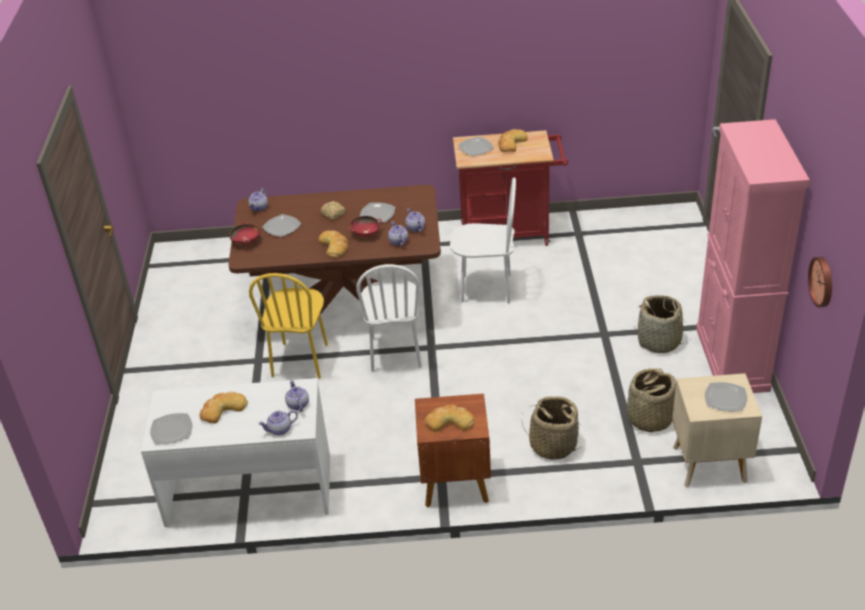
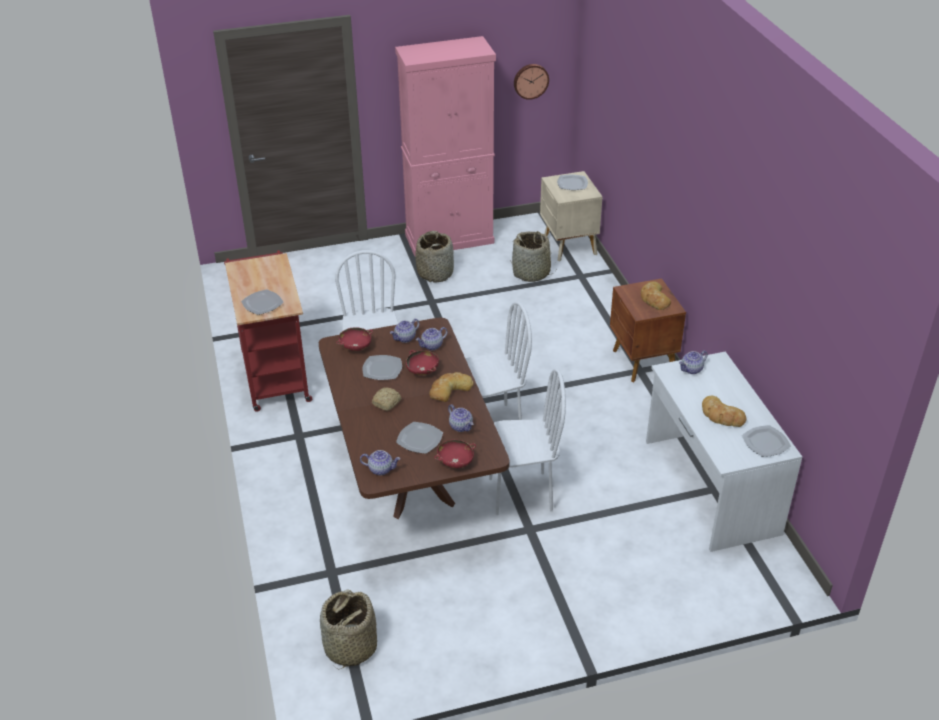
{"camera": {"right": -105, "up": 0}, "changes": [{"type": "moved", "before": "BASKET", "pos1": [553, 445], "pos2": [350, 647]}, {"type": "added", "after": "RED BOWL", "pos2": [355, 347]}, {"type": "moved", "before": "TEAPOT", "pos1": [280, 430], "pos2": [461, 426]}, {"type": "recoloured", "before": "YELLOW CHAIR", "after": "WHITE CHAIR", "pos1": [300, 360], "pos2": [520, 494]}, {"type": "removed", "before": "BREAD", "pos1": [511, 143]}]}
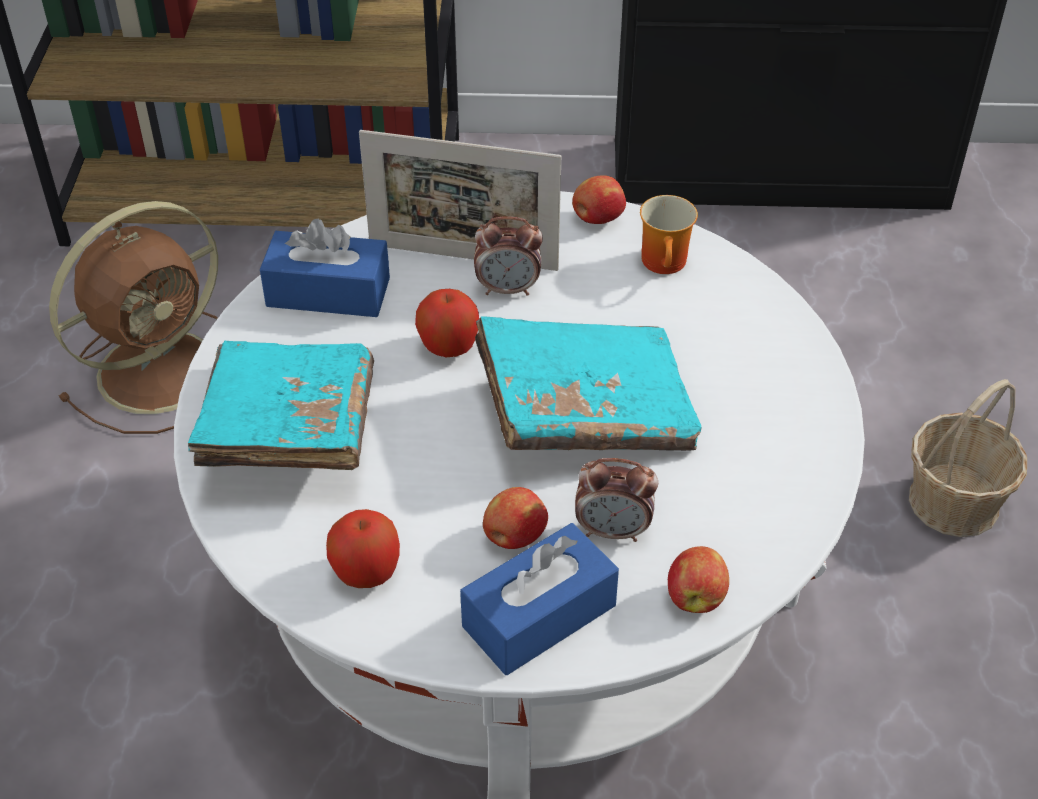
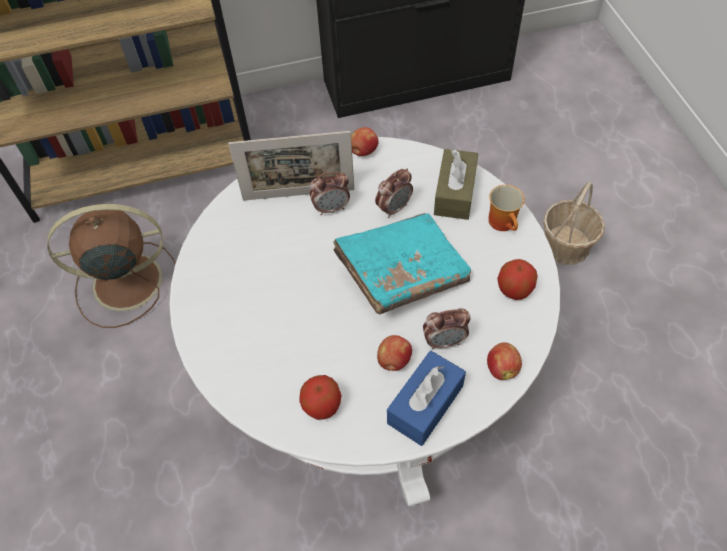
{"camera": {"right": -15, "up": 10}, "changes": [{"type": "turned", "before": "BROWN FAN", "pos1": [162, 369], "pos2": [124, 283], "turn": -135}, {"type": "added", "after": "ALARM CLOCK", "pos2": [394, 208]}, {"type": "added", "after": "BROWN TISSUE BOX", "pos2": [455, 193]}, {"type": "moved", "before": "MUG", "pos1": [667, 264], "pos2": [505, 223]}, {"type": "moved", "before": "APPLE", "pos1": [449, 346], "pos2": [514, 290]}, {"type": "removed", "before": "TURQUOISE BOOK", "pos1": [289, 430]}, {"type": "removed", "before": "BLUE TISSUE BOX", "pos1": [328, 292]}]}
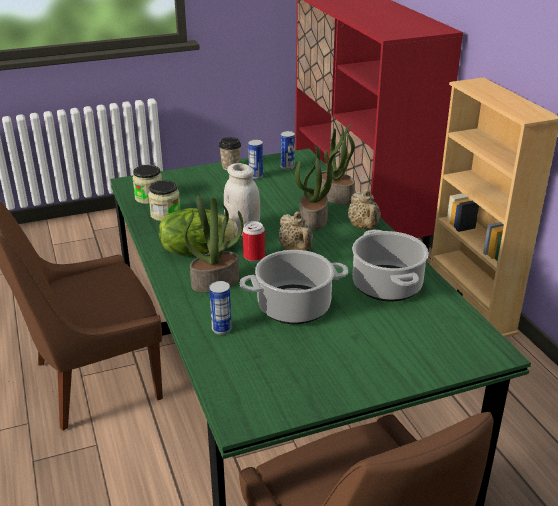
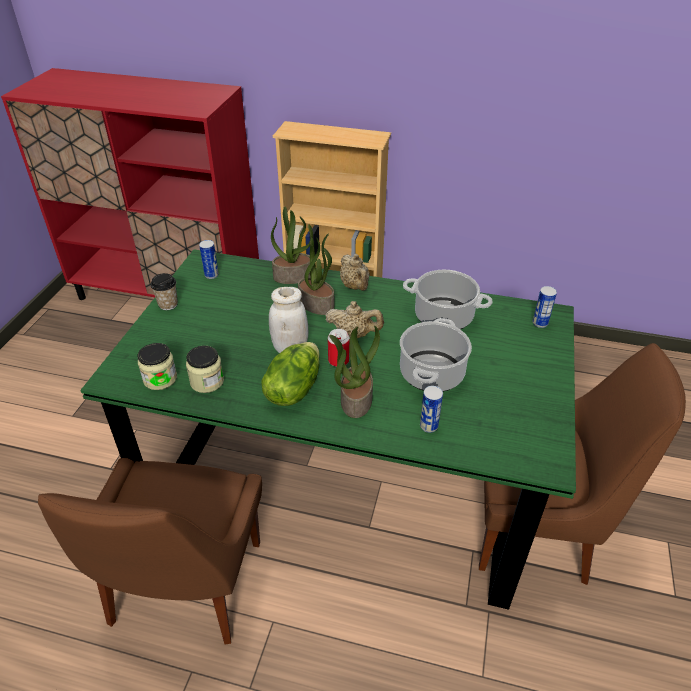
{"camera": {"right": -55, "up": 10}, "changes": [{"type": "turned", "before": "BEIGE TEAPOT", "pos1": [364, 227], "pos2": [355, 287], "turn": 45}, {"type": "moved", "before": "CAN", "pos1": [256, 176], "pos2": [540, 323]}]}
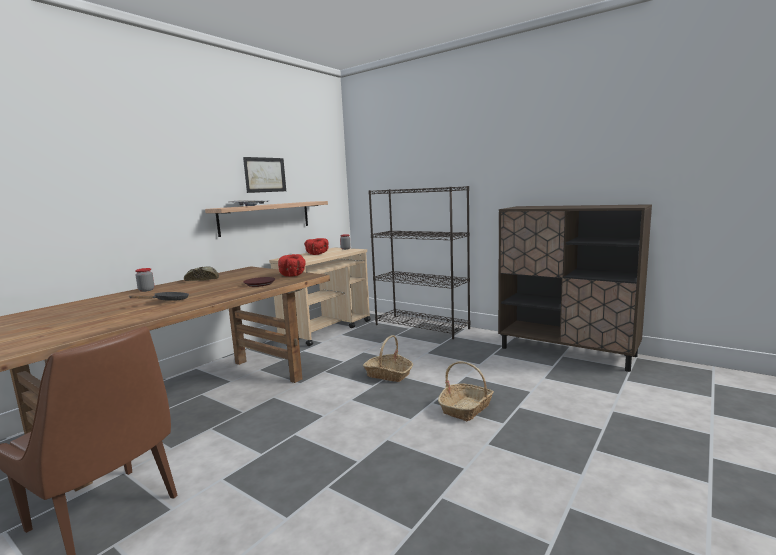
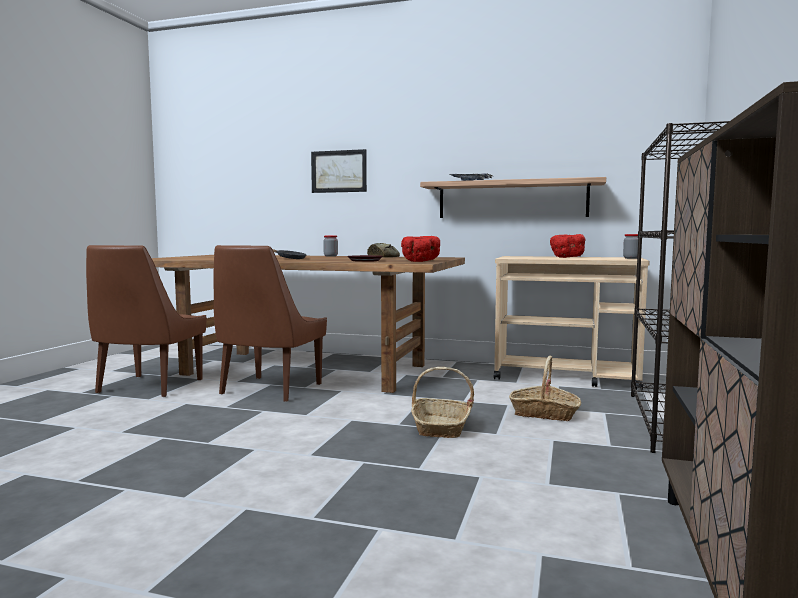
{"camera": {"right": 70, "up": -5}, "changes": [{"type": "added", "after": "BROWN CHAIR", "pos2": [269, 390]}, {"type": "moved", "before": "PICTURE", "pos1": [265, 175], "pos2": [338, 171]}, {"type": "moved", "before": "BASKET", "pos1": [466, 408], "pos2": [544, 413]}]}
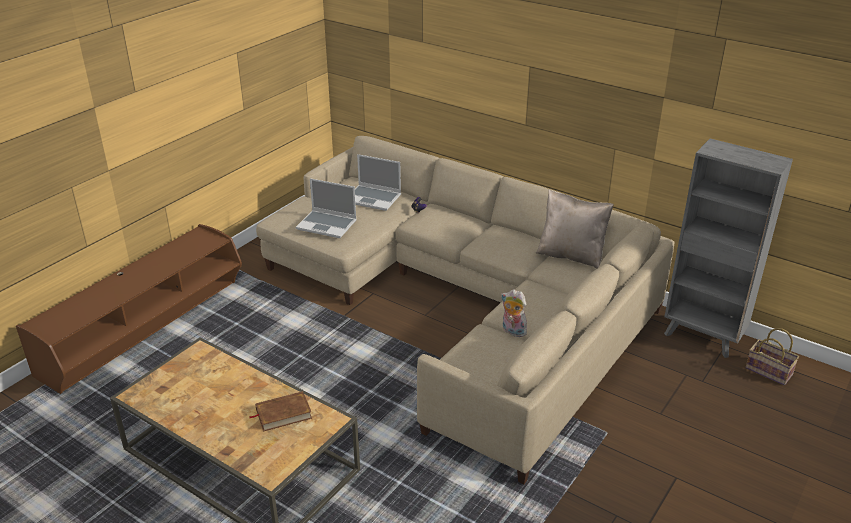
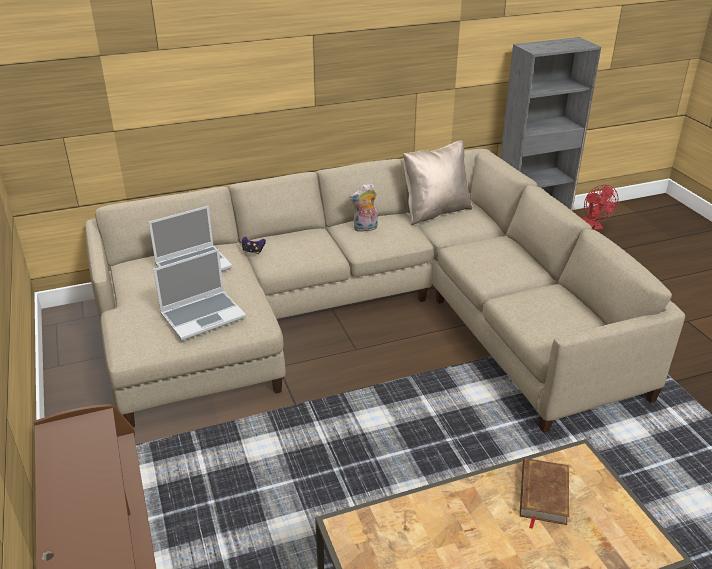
{"camera": {"right": -55, "up": 0}, "changes": [{"type": "moved", "before": "PLUSH TOY", "pos1": [512, 331], "pos2": [365, 228]}, {"type": "replaced", "before": "BASKET", "after": "RED FAN", "pos1": [770, 371], "pos2": [594, 227]}]}
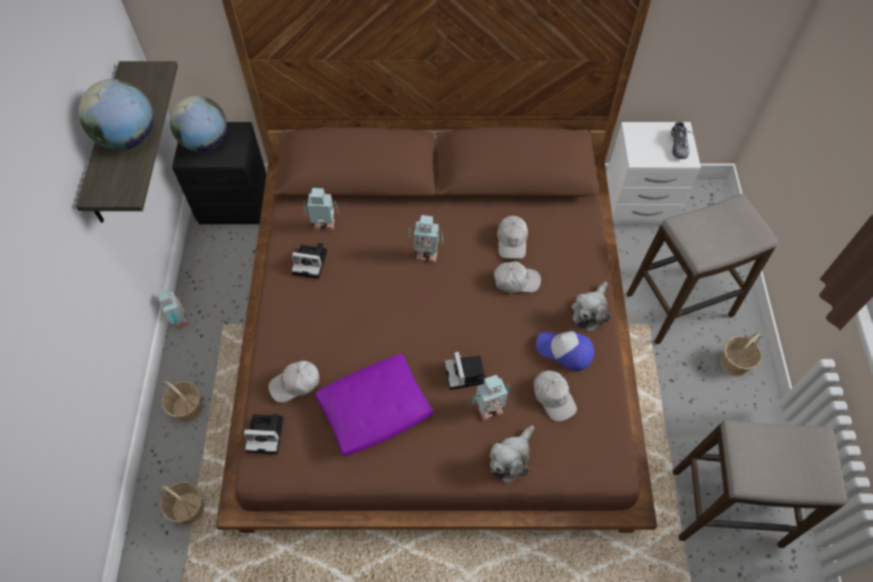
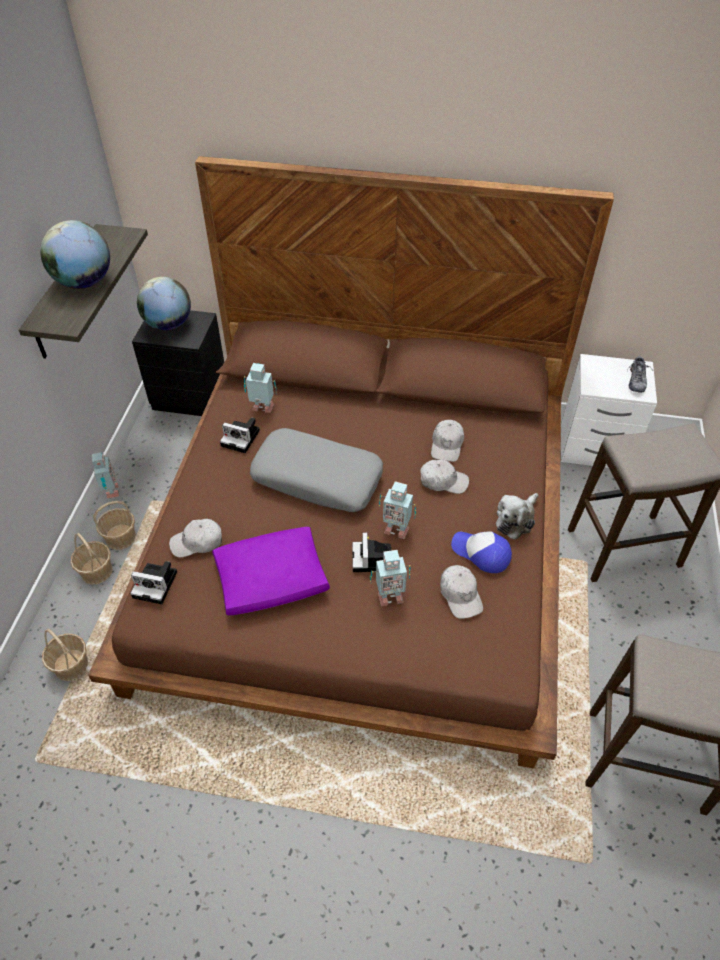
{"camera": {"right": 10, "up": -10}, "changes": [{"type": "moved", "before": "BASKET", "pos1": [735, 363], "pos2": [121, 537]}, {"type": "added", "after": "GREY PILLOW", "pos2": [318, 478]}, {"type": "moved", "before": "TOY ROBOT", "pos1": [426, 254], "pos2": [396, 529]}, {"type": "removed", "before": "PLUSH TOY", "pos1": [511, 458]}]}
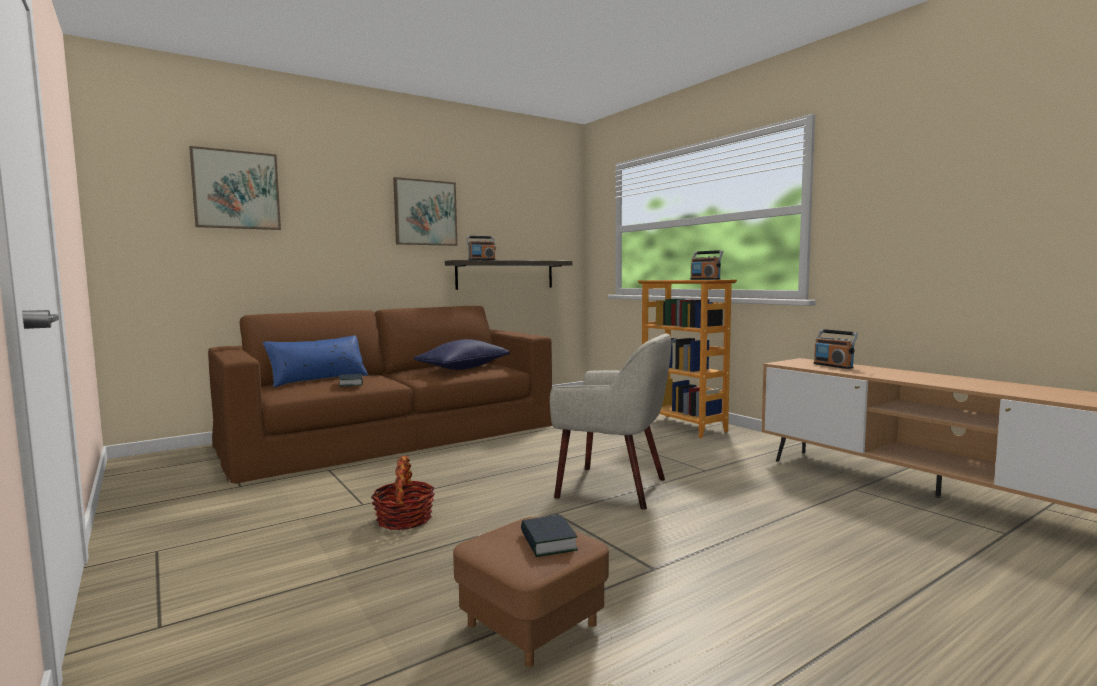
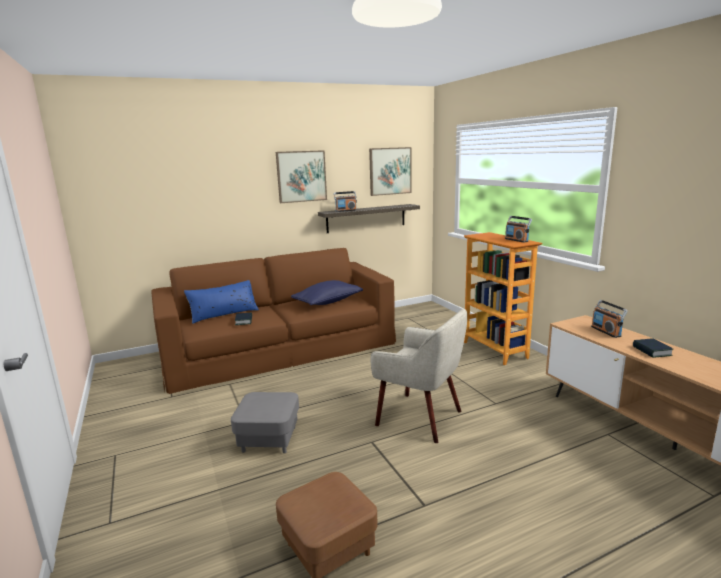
{"camera": {"right": 10, "up": 10}, "changes": [{"type": "replaced", "before": "BASKET", "after": "GREY OTTOMAN", "pos1": [404, 519], "pos2": [269, 439]}, {"type": "moved", "before": "PICTURE", "pos1": [236, 190], "pos2": [390, 171]}, {"type": "moved", "before": "BOOK", "pos1": [548, 542], "pos2": [652, 351]}]}
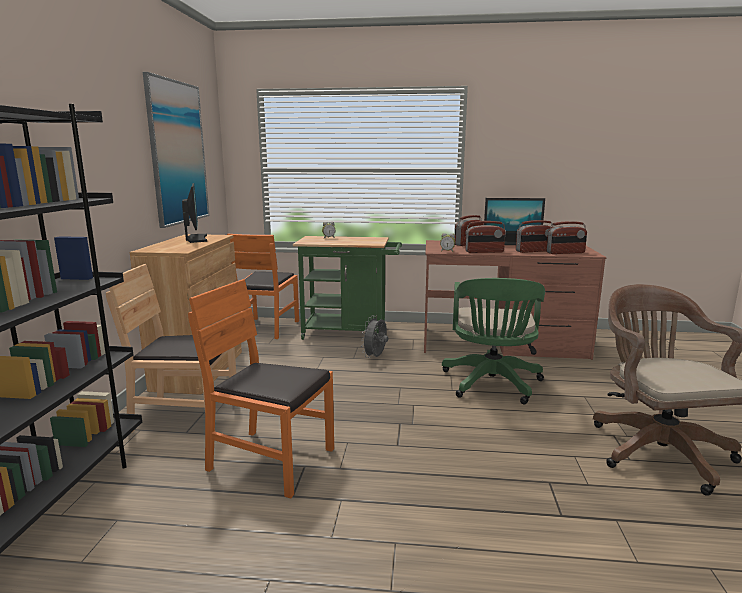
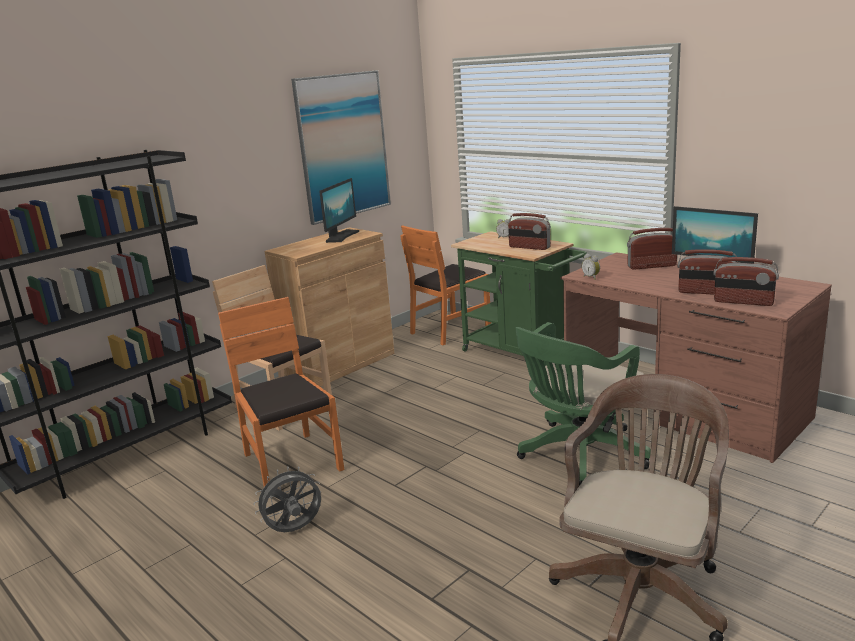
{"camera": {"right": 40, "up": 5}, "changes": [{"type": "moved", "before": "GREY FAN", "pos1": [375, 357], "pos2": [294, 530]}, {"type": "moved", "before": "RADIO", "pos1": [484, 252], "pos2": [529, 247]}]}
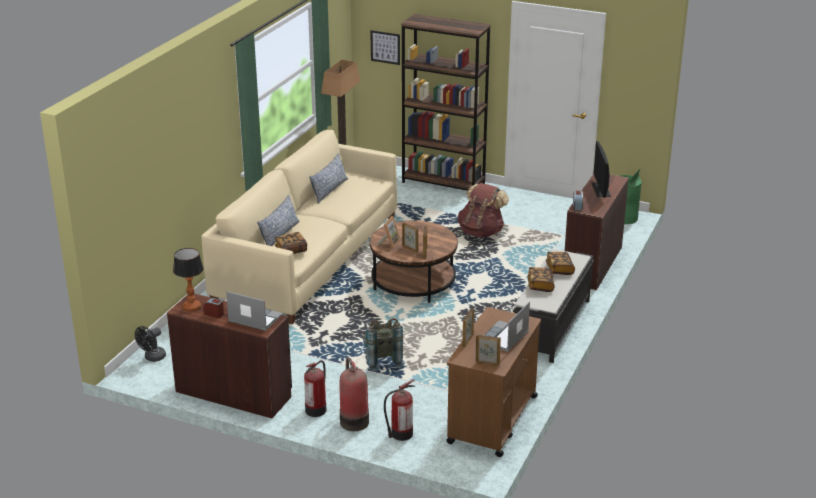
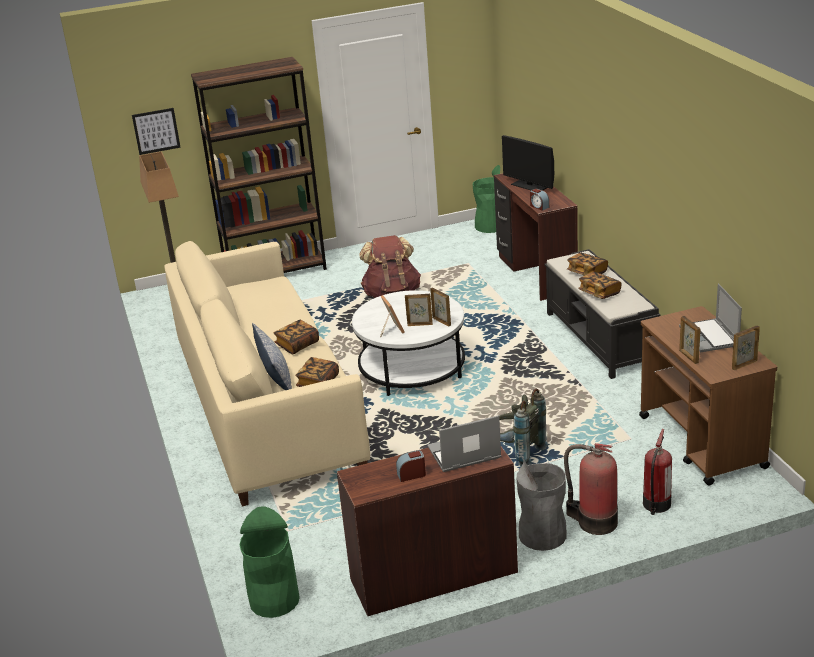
{"camera": {"right": -40, "up": 0}, "changes": [{"type": "replaced", "before": "BLACK FAN", "after": "GREEN TRASH CAN", "pos1": [152, 358], "pos2": [274, 600]}, {"type": "added", "after": "BOOK", "pos2": [297, 345]}, {"type": "recoloured", "before": "BROWN COFFEE TABLE", "after": "WHITE COFFEE TABLE", "pos1": [413, 282], "pos2": [412, 369]}, {"type": "replaced", "before": "FIRE EXTINGUISHER", "after": "GREY TRASH CAN", "pos1": [316, 409], "pos2": [542, 535]}, {"type": "removed", "before": "TABLE LAMP", "pos1": [192, 307]}, {"type": "removed", "before": "PILLOW", "pos1": [329, 190]}]}
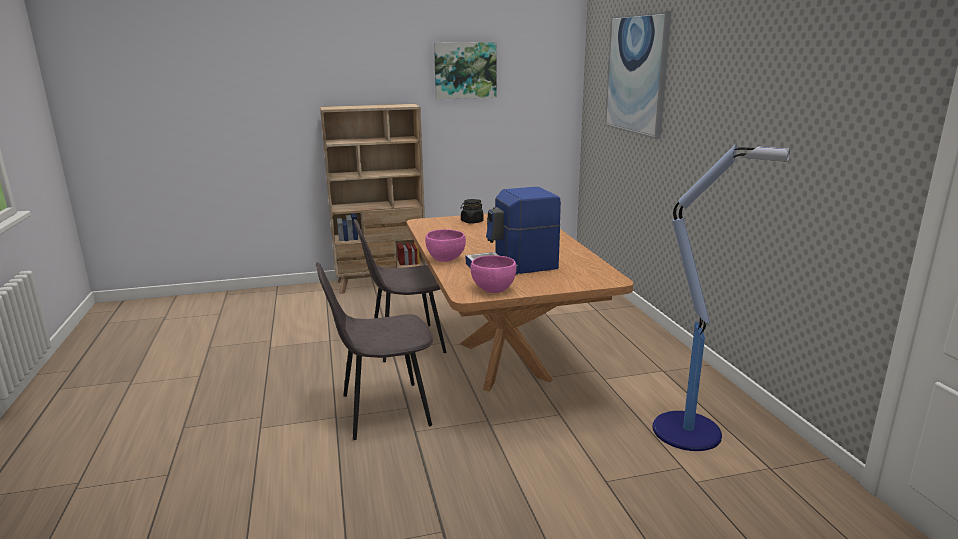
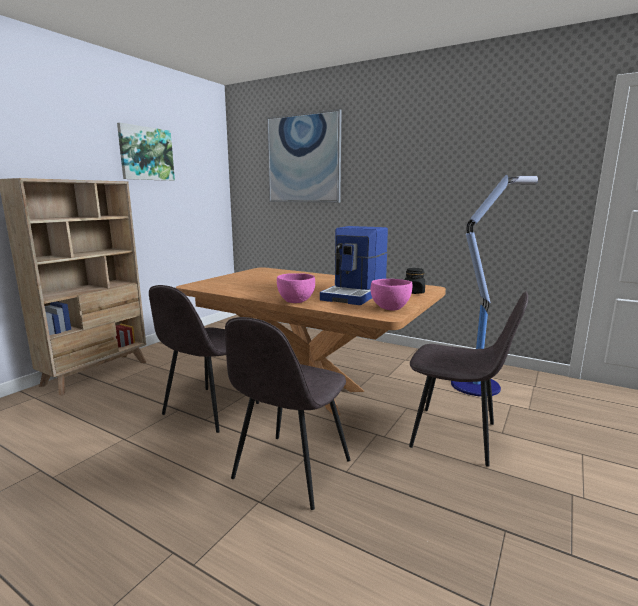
{"camera": {"right": -45, "up": -5}, "changes": [{"type": "moved", "before": "BLACK JAR", "pos1": [472, 222], "pos2": [414, 292]}, {"type": "added", "after": "GREY CHAIR", "pos2": [456, 436]}]}
